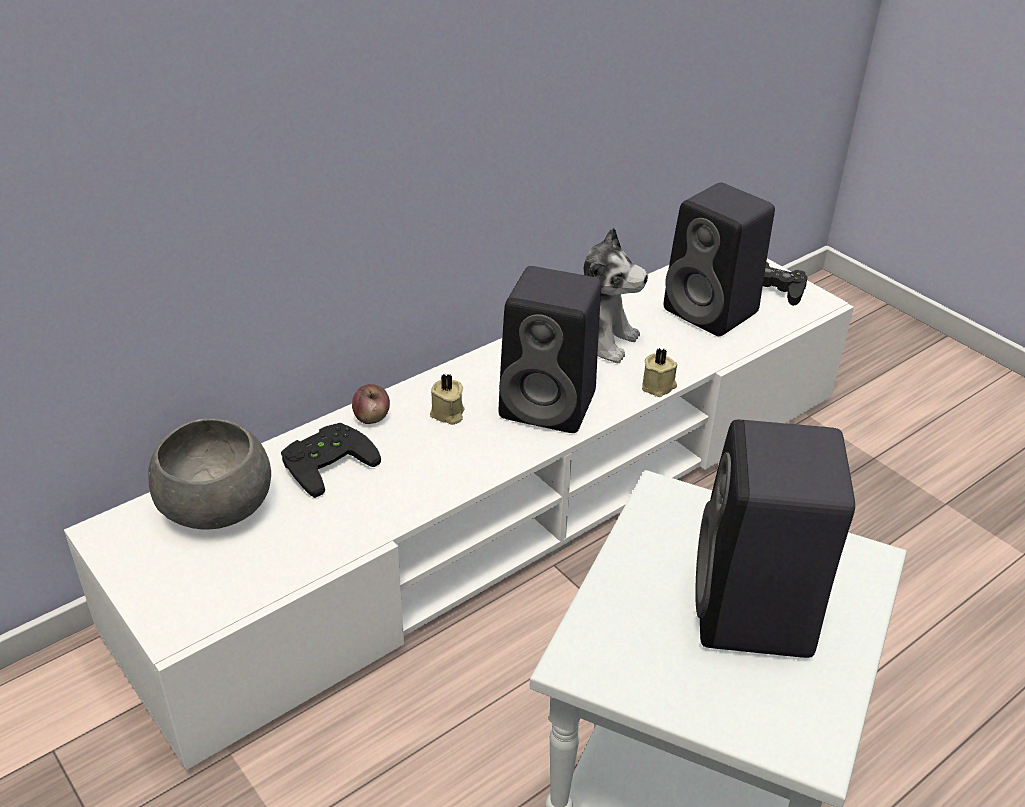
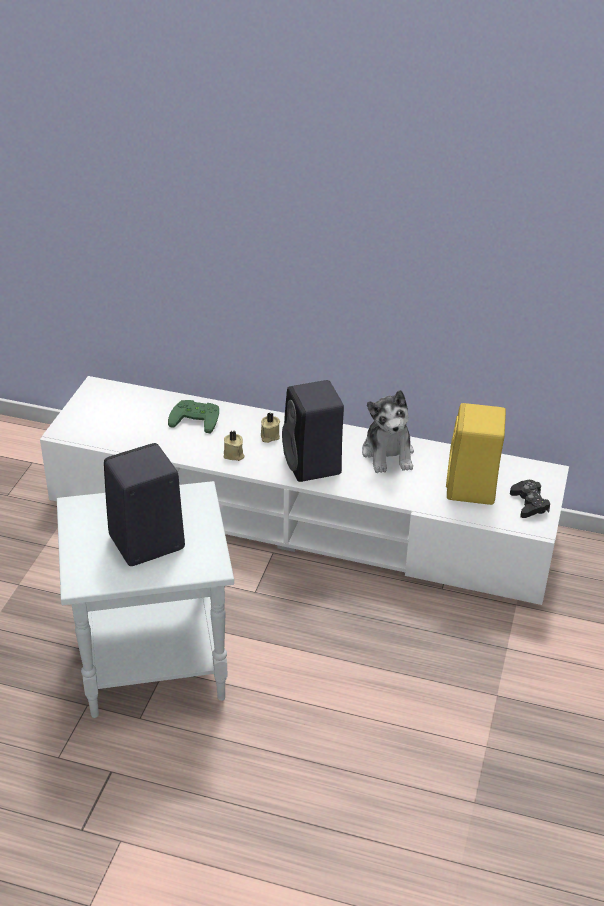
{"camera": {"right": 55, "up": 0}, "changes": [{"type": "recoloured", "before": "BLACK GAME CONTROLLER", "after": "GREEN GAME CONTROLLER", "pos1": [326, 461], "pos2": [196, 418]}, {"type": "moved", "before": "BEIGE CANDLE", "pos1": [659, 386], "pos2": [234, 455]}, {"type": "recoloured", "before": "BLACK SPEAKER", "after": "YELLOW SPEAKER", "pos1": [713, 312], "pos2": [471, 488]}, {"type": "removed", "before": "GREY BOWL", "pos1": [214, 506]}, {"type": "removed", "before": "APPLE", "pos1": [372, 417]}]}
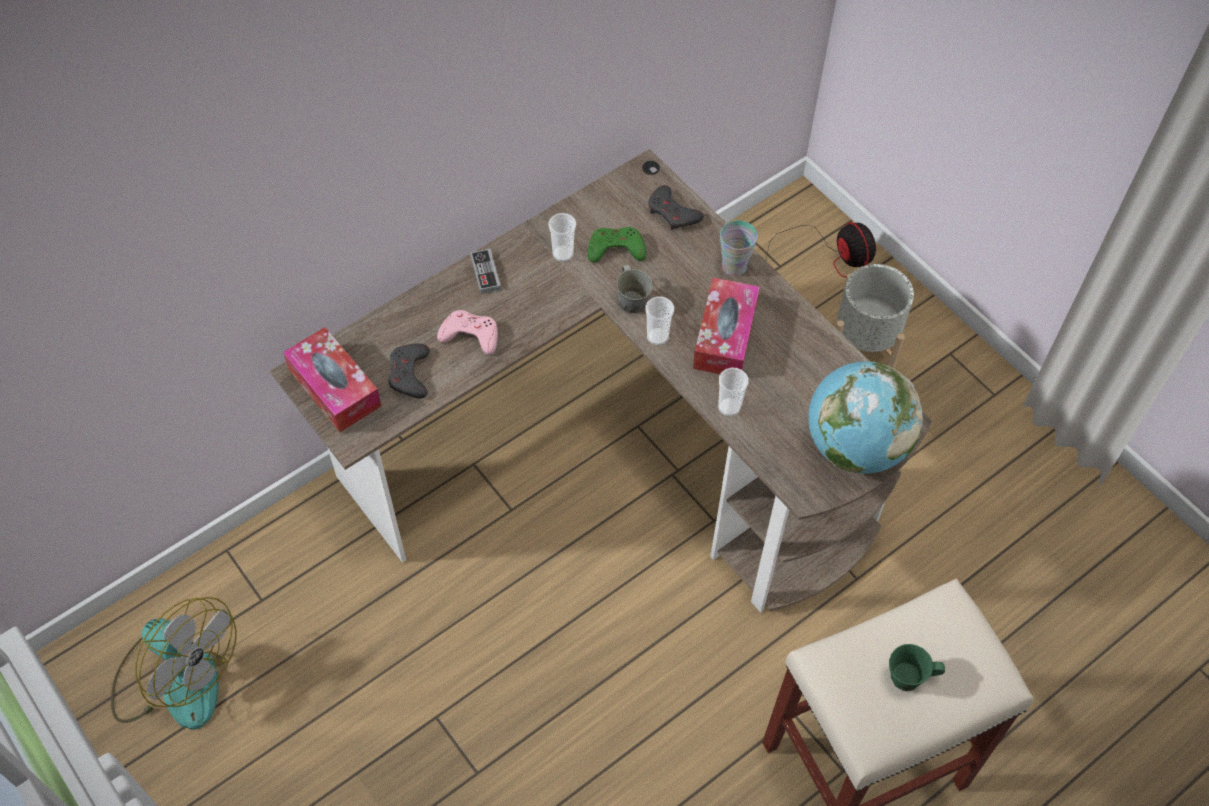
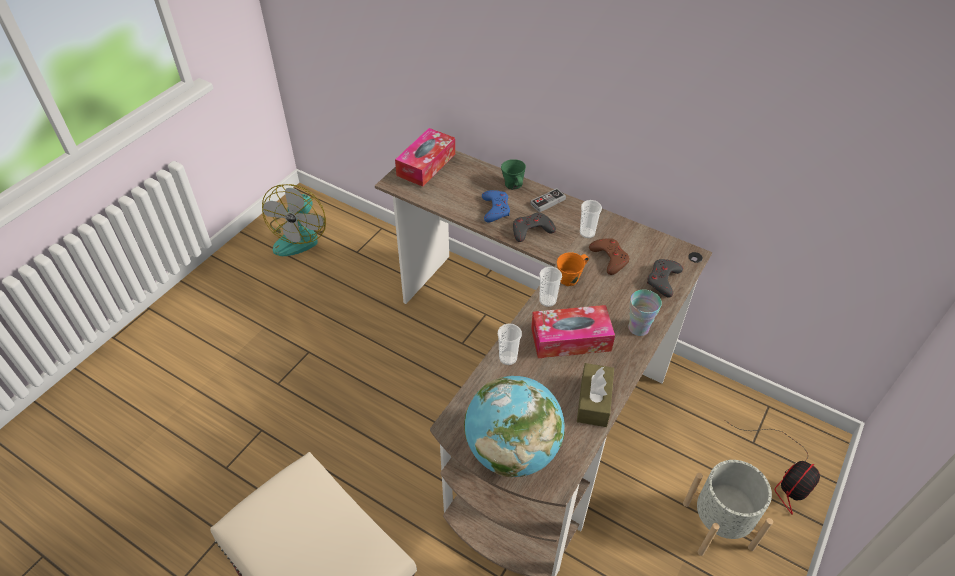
{"camera": {"right": 70, "up": -10}, "changes": [{"type": "recoloured", "before": "PINK GAME CONTROLLER", "after": "BLUE GAME CONTROLLER", "pos1": [470, 335], "pos2": [495, 209]}, {"type": "moved", "before": "GREEN MUG", "pos1": [907, 678], "pos2": [513, 185]}, {"type": "moved", "before": "GREY GAME CONTROLLER", "pos1": [409, 374], "pos2": [531, 230]}, {"type": "recoloured", "before": "GREY MUG", "after": "ORANGE MUG", "pos1": [632, 301], "pos2": [570, 278]}, {"type": "added", "after": "BROWN TISSUE BOX", "pos2": [594, 401]}, {"type": "recoloured", "before": "GREEN GAME CONTROLLER", "after": "BROWN GAME CONTROLLER", "pos1": [616, 249], "pos2": [609, 258]}]}
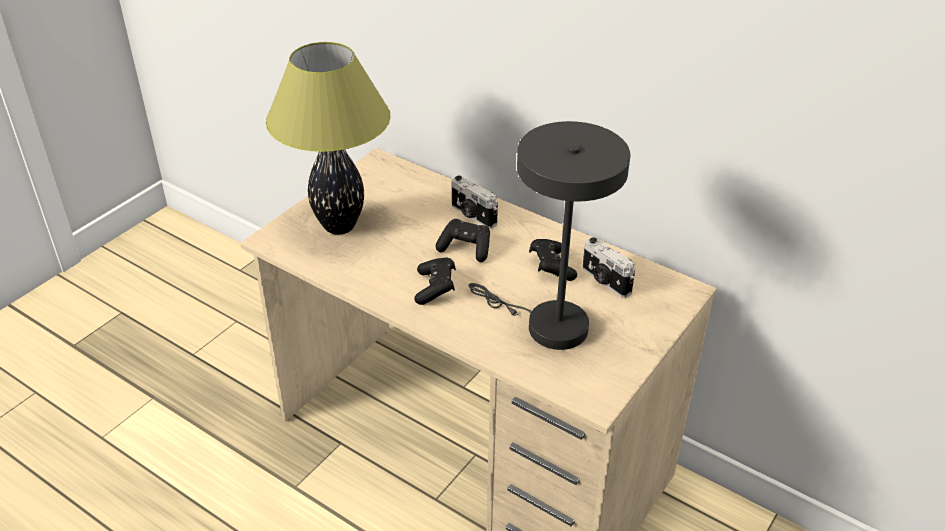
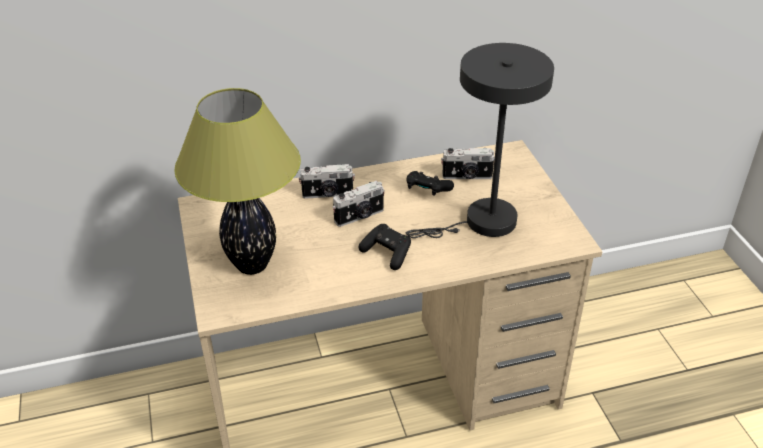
{"camera": {"right": -50, "up": 0}, "changes": [{"type": "replaced", "before": "BLACK GAME CONTROLLER", "after": "PHOTO CAMERA", "pos1": [465, 248], "pos2": [360, 216]}]}
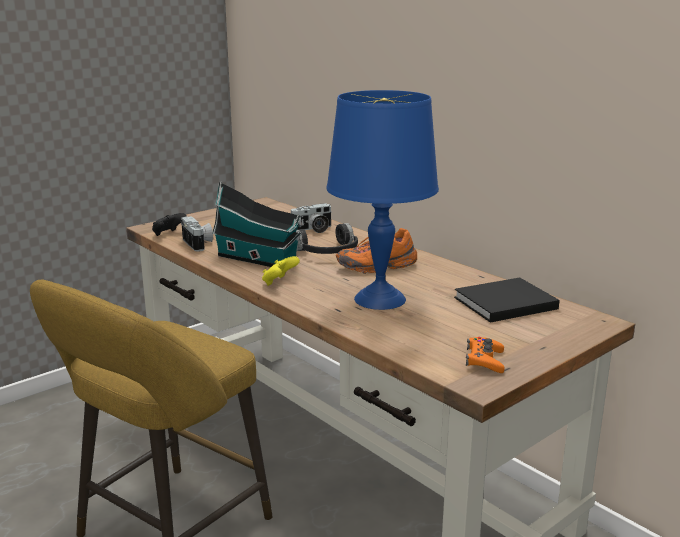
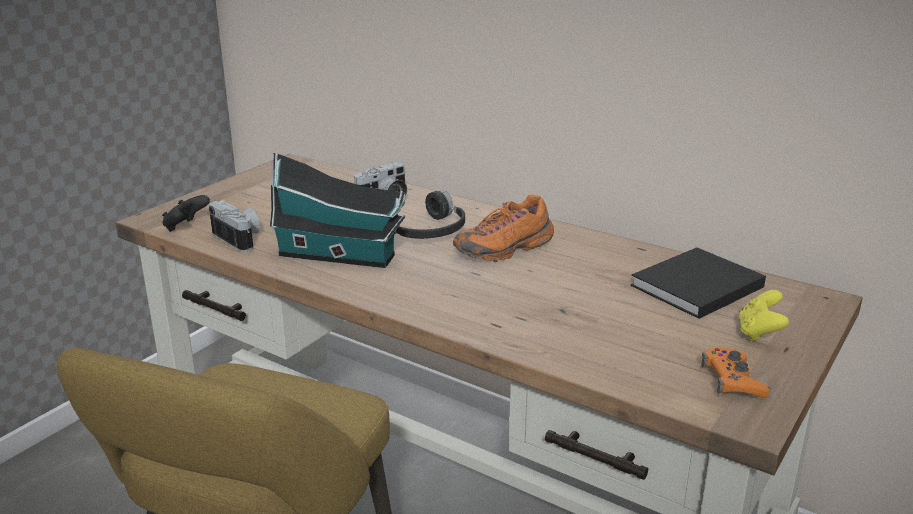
{"camera": {"right": -15, "up": 5}, "changes": [{"type": "moved", "before": "YELLOW GAME CONTROLLER", "pos1": [279, 282], "pos2": [759, 333]}, {"type": "removed", "before": "BLUE TABLE LAMP", "pos1": [379, 299]}]}
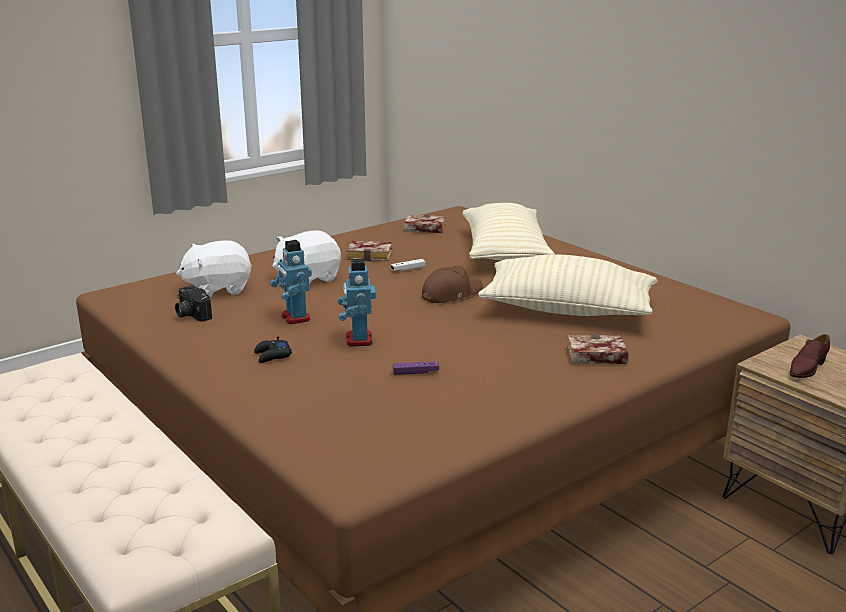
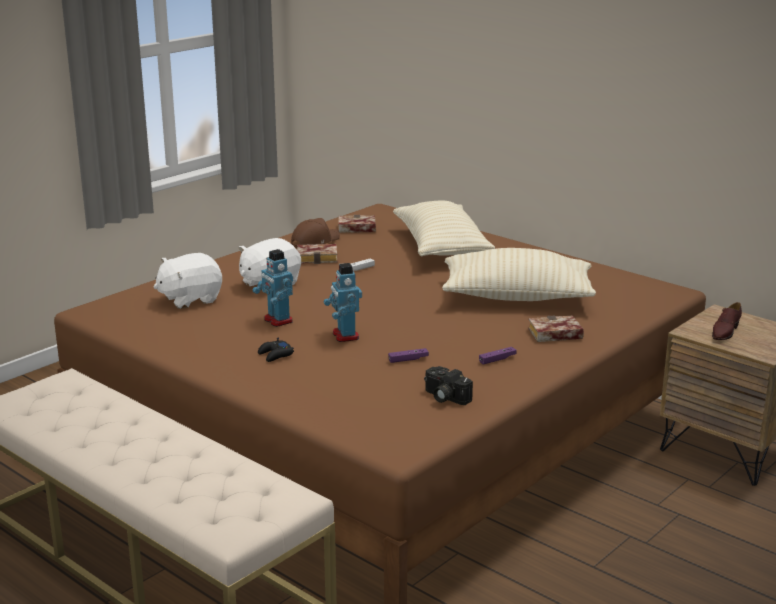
{"camera": {"right": -10, "up": 0}, "changes": [{"type": "moved", "before": "BROWN CAP", "pos1": [451, 294], "pos2": [314, 242]}, {"type": "moved", "before": "PHOTO CAMERA", "pos1": [190, 314], "pos2": [444, 397]}, {"type": "added", "after": "PURPLE GAME CONTROLLER", "pos2": [497, 359]}]}
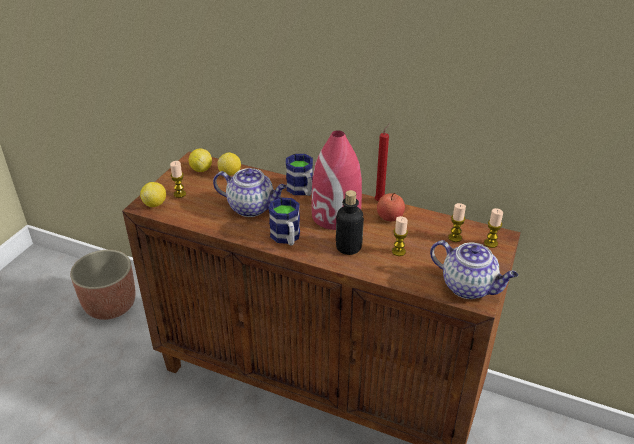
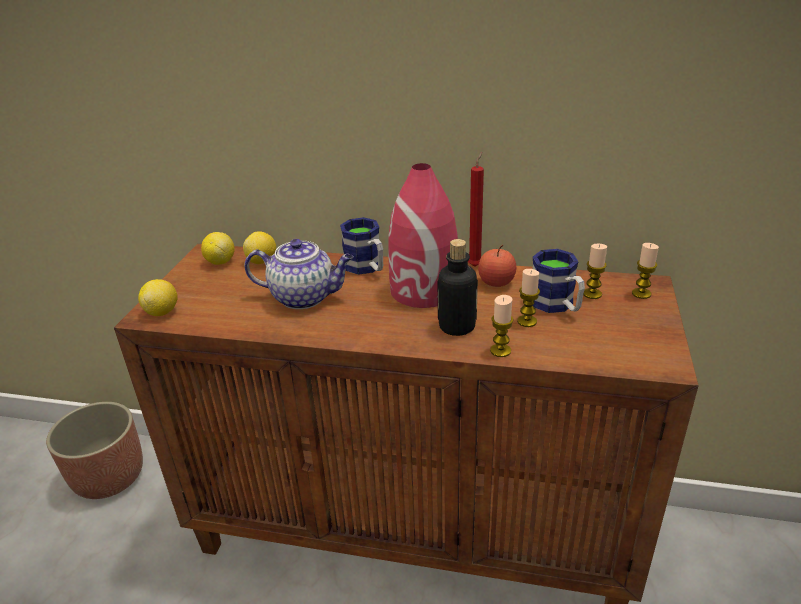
{"camera": {"right": -10, "up": -5}, "changes": [{"type": "moved", "before": "CANDLE", "pos1": [180, 194], "pos2": [500, 351]}, {"type": "moved", "before": "MUG", "pos1": [286, 238], "pos2": [557, 305]}, {"type": "removed", "before": "TEAPOT", "pos1": [469, 287]}]}
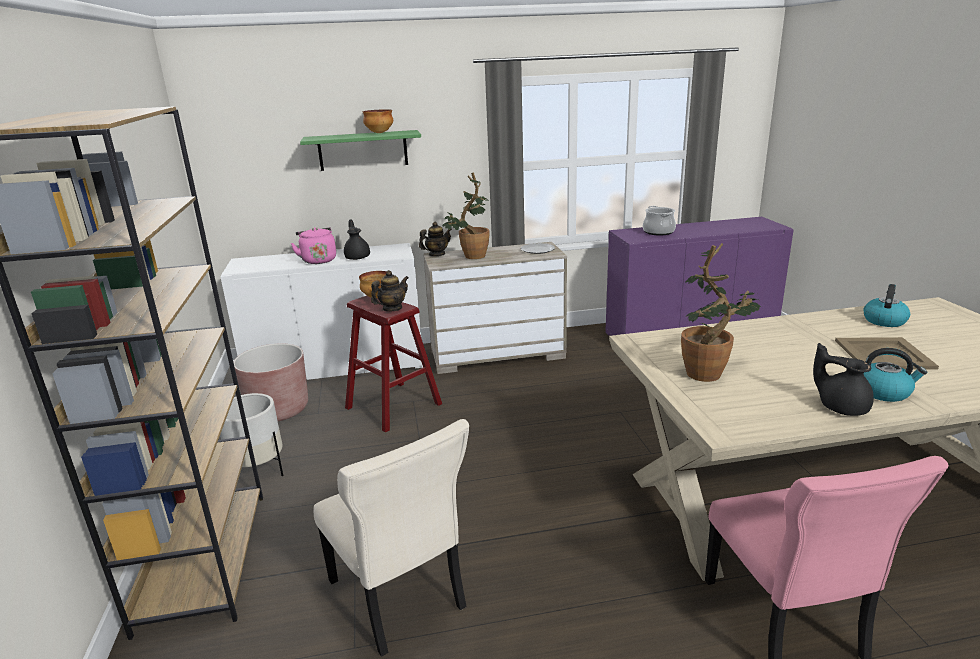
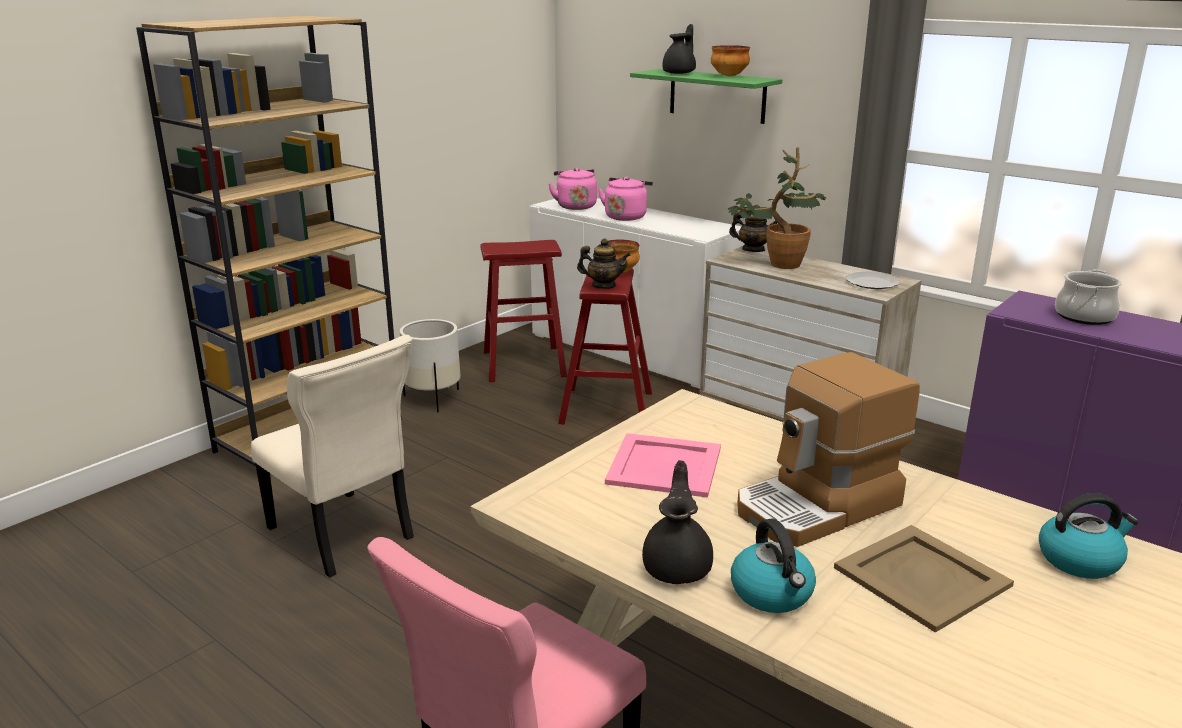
{"camera": {"right": 50, "up": 0}, "changes": [{"type": "turned", "before": "BEIGE CHAIR", "pos1": [398, 598], "pos2": [343, 536], "turn": -60}, {"type": "replaced", "before": "BROWN PLANTER", "after": "RED STOOL", "pos1": [278, 410], "pos2": [524, 363]}, {"type": "added", "after": "PINK KETTLE", "pos2": [575, 206]}, {"type": "replaced", "before": "POTTED PLANT", "after": "PINK TRAY", "pos1": [711, 372], "pos2": [663, 466]}, {"type": "moved", "before": "BLACK TEAPOT", "pos1": [357, 257], "pos2": [680, 73]}, {"type": "added", "after": "COFFEE MACHINE", "pos2": [819, 507]}]}
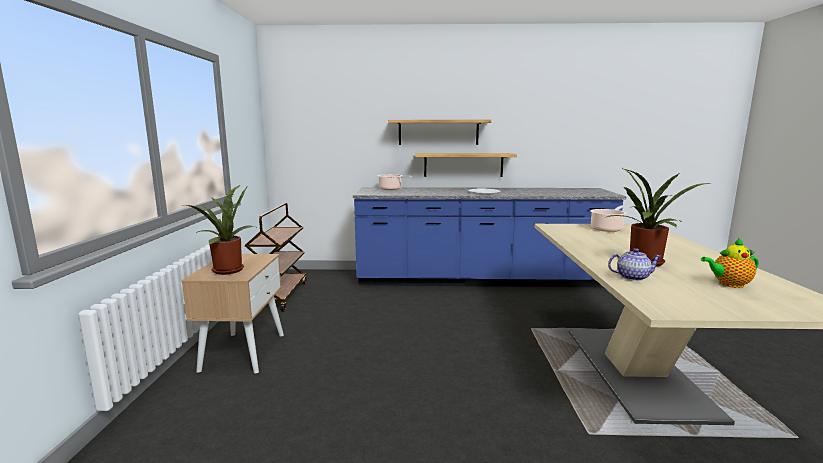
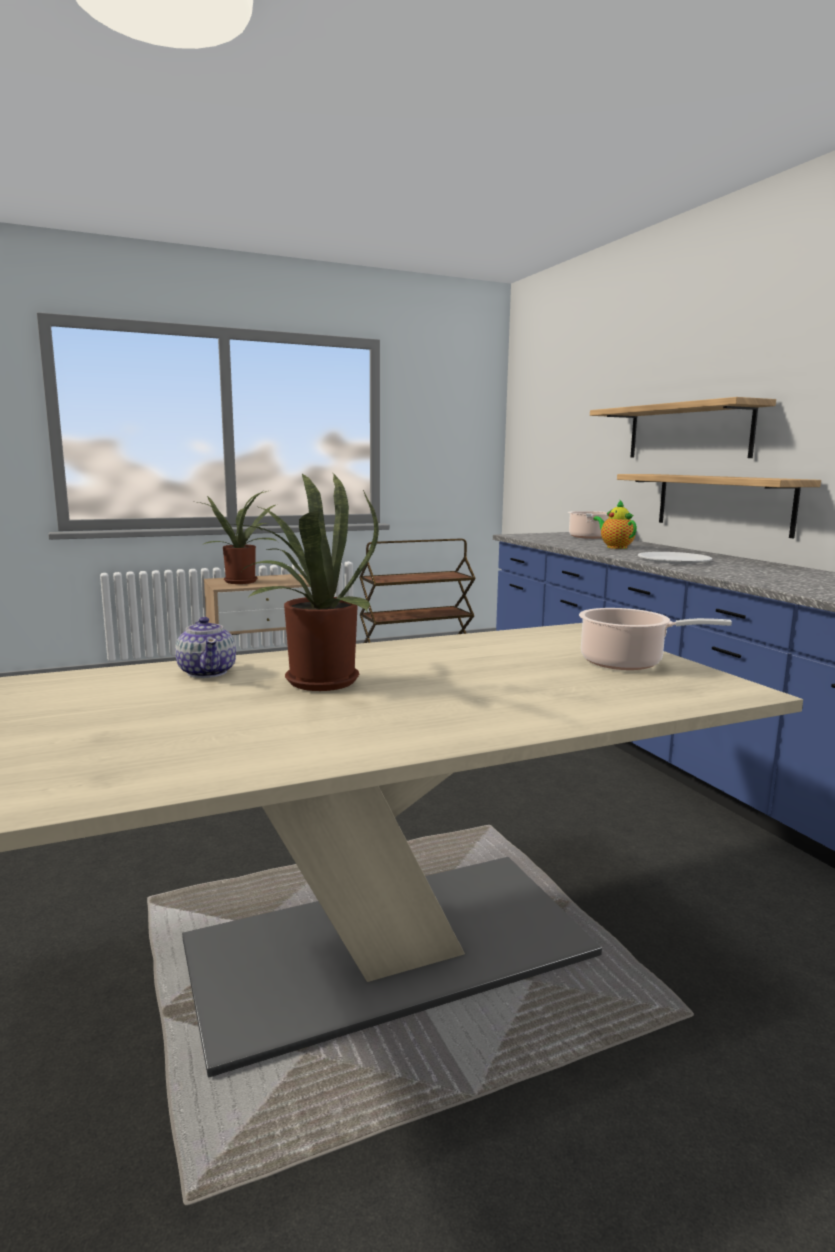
{"camera": {"right": 65, "up": 0}, "changes": [{"type": "moved", "before": "TEAPOT", "pos1": [728, 284], "pos2": [615, 547]}]}
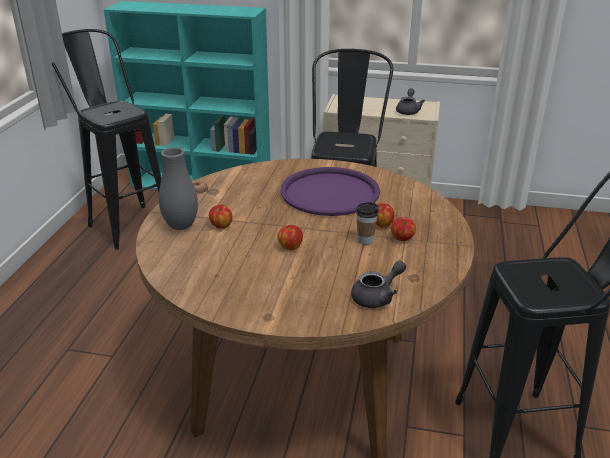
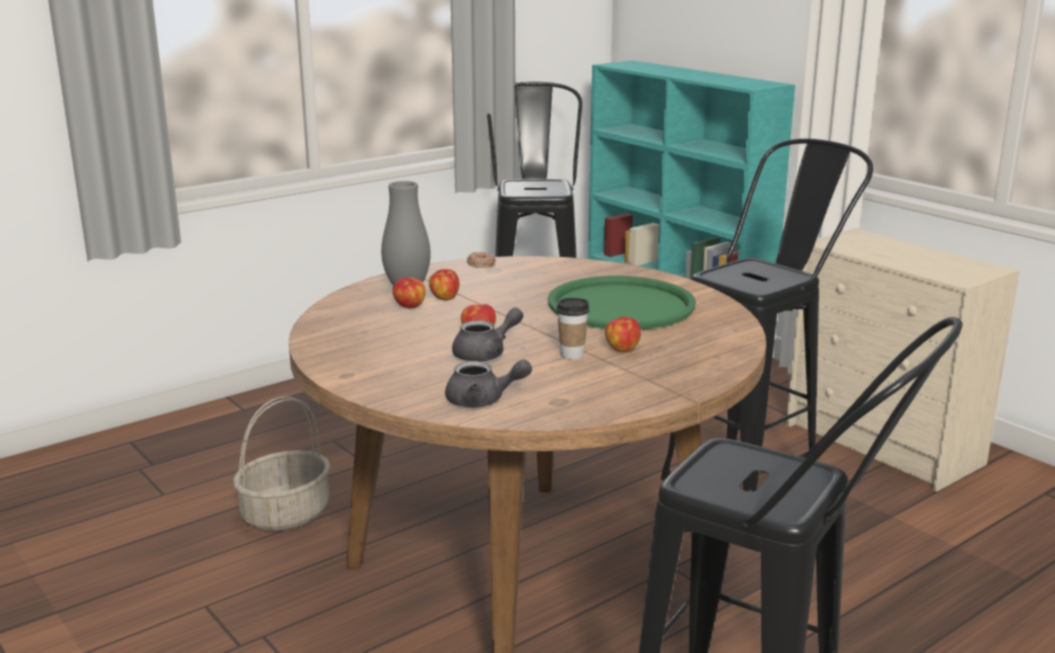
{"camera": {"right": 40, "up": -10}, "changes": [{"type": "added", "after": "BASKET", "pos2": [286, 514]}, {"type": "moved", "before": "APPLE", "pos1": [402, 239], "pos2": [409, 307]}, {"type": "moved", "before": "GREY TEAPOT", "pos1": [408, 111], "pos2": [486, 354]}, {"type": "recoloured", "before": "PURPLE TRAY", "after": "GREEN TRAY", "pos1": [329, 192], "pos2": [621, 305]}]}
